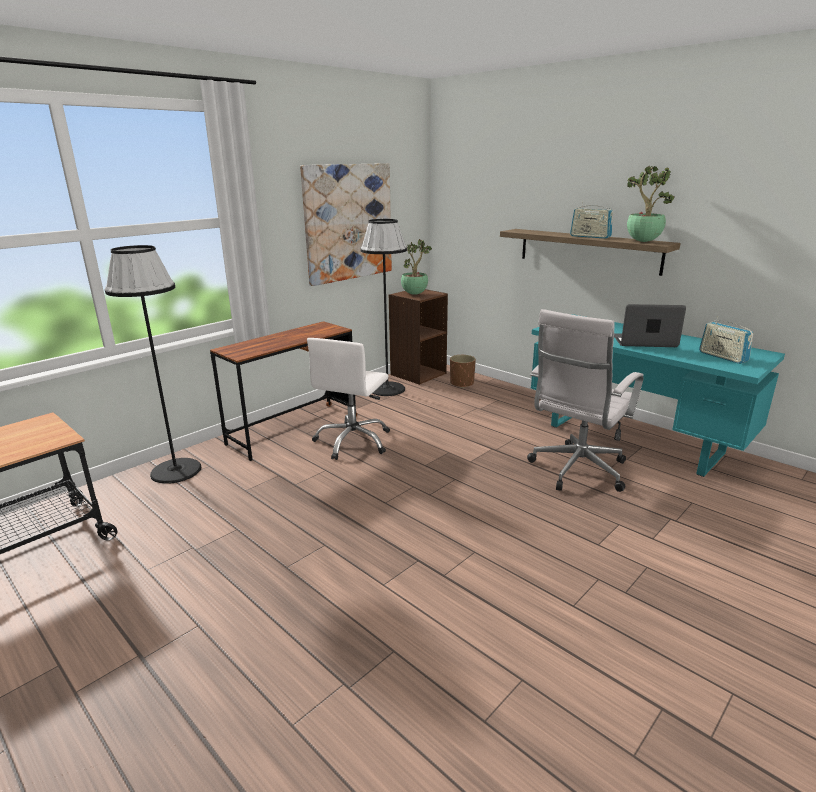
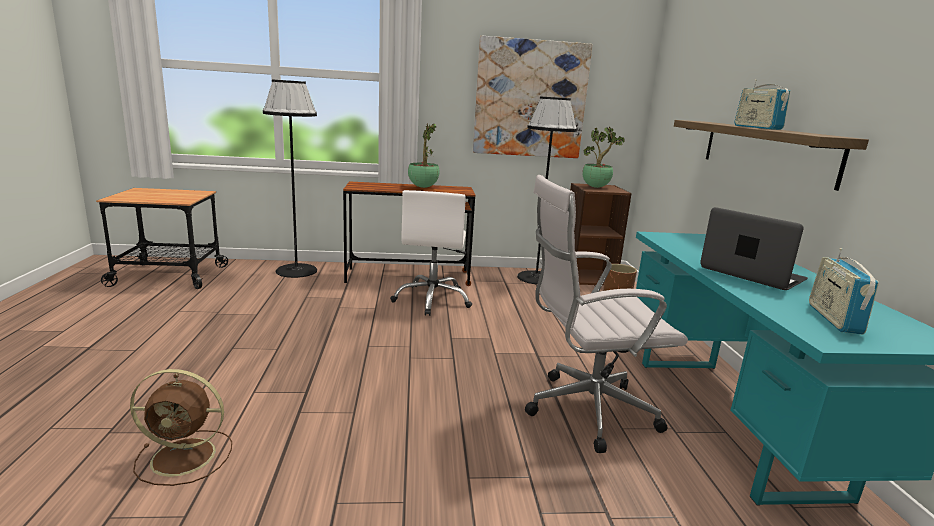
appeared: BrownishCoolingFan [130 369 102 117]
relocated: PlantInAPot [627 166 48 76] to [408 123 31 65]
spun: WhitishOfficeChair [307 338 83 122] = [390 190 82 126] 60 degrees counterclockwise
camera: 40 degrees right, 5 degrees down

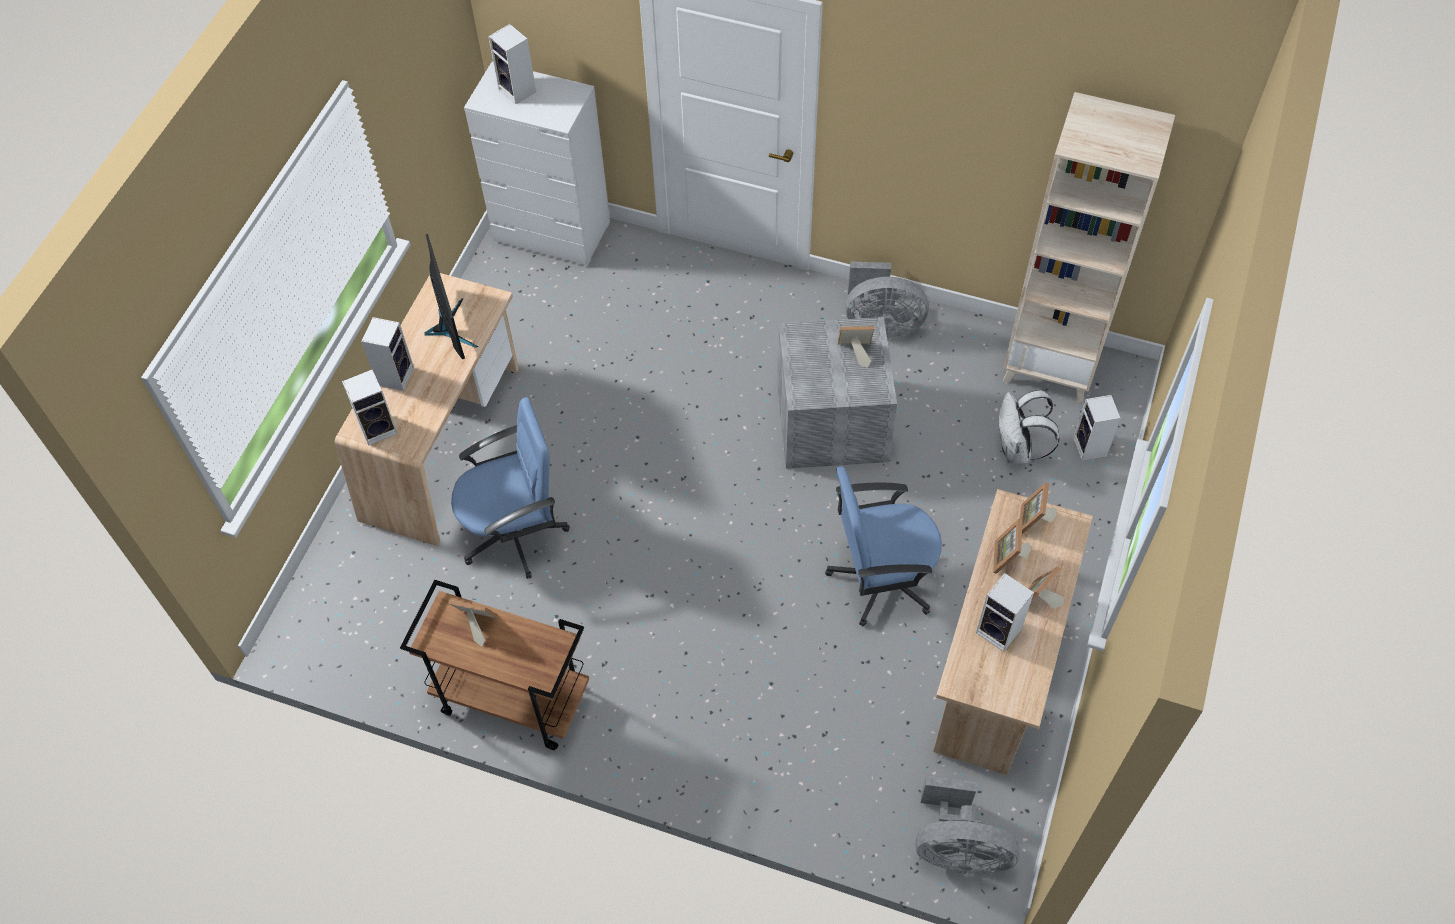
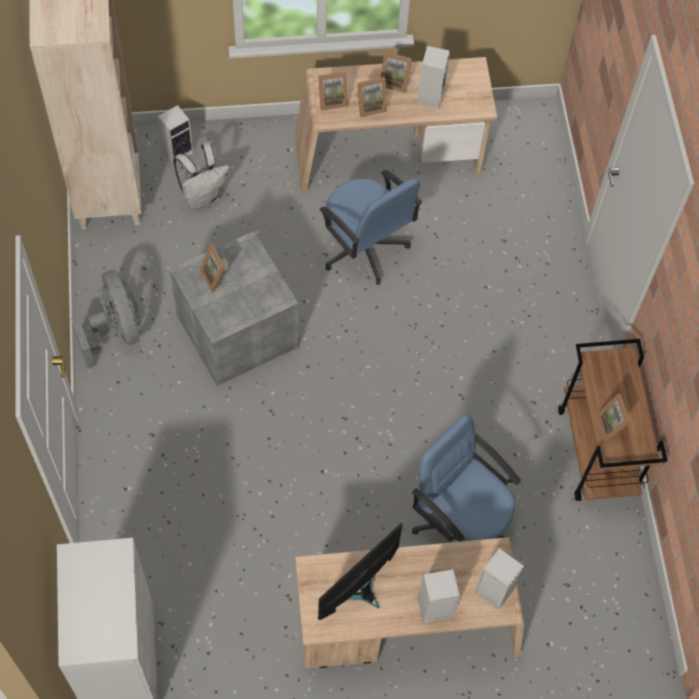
missing: Loudspeaker [488 24 48 80]; GreyishCoolingFan [915 776 105 98]
camera: 120 degrees left, 5 degrees up

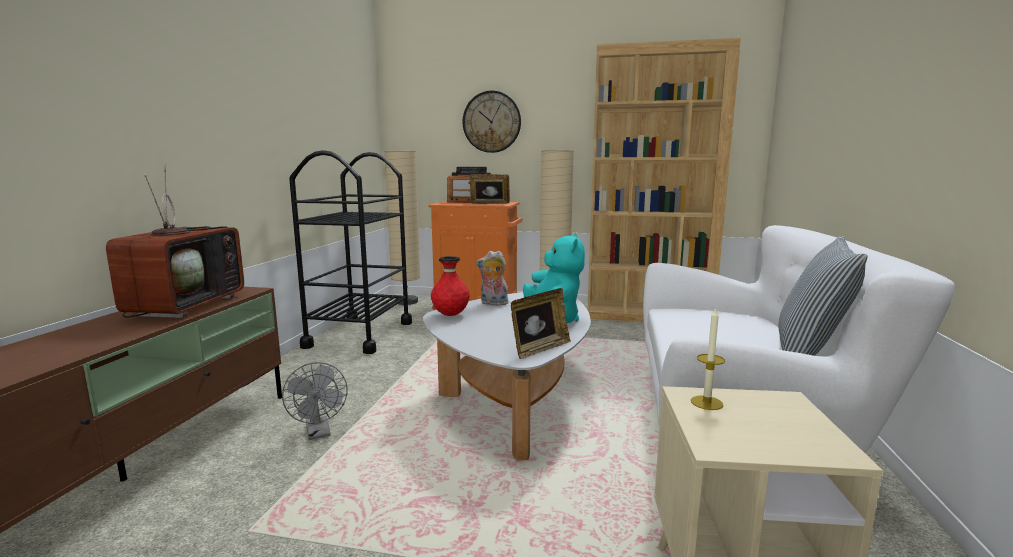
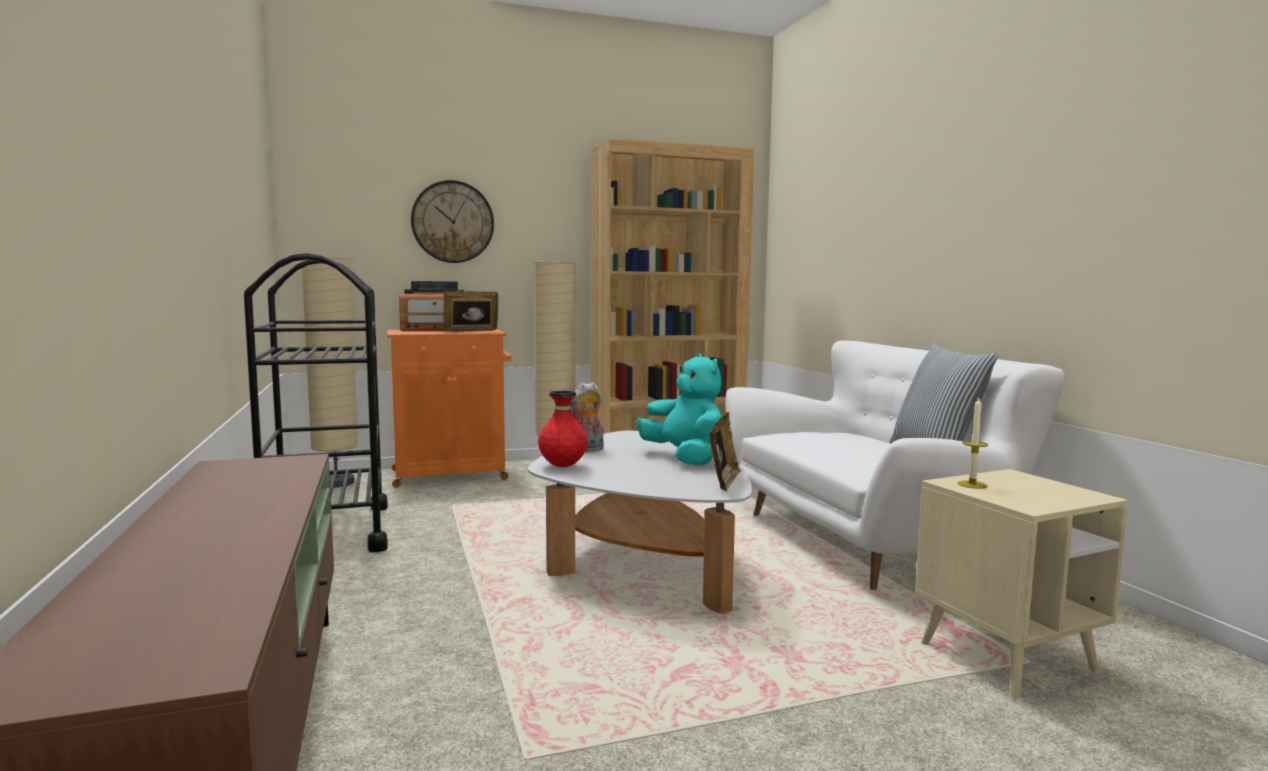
missing: TvSet [106 165 138 153]; GreyishCoolingFan [282 362 66 78]
camera: 30 degrees left, 5 degrees down

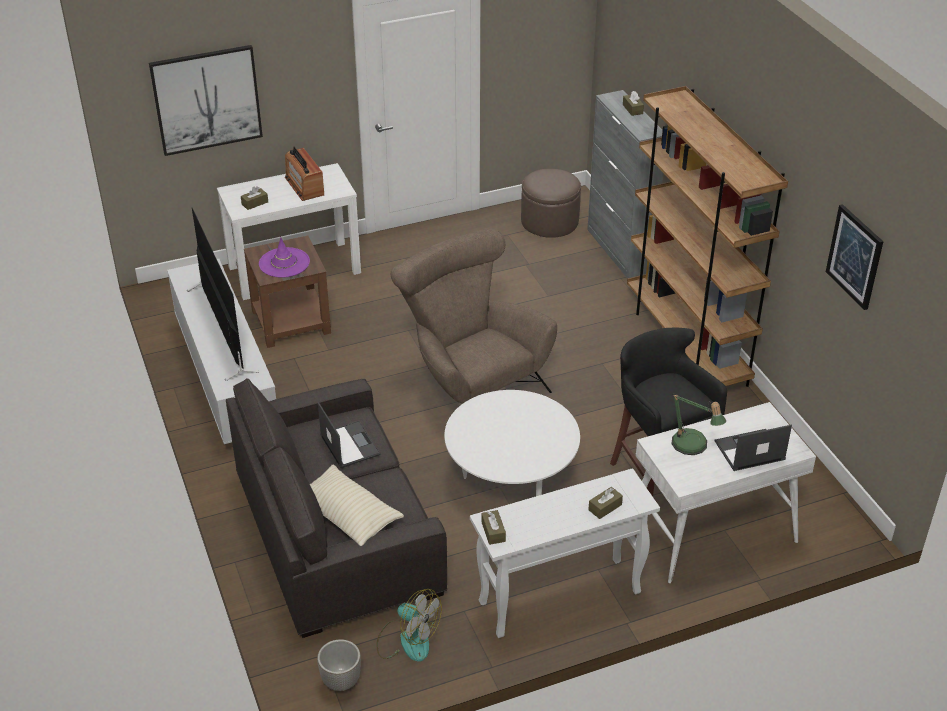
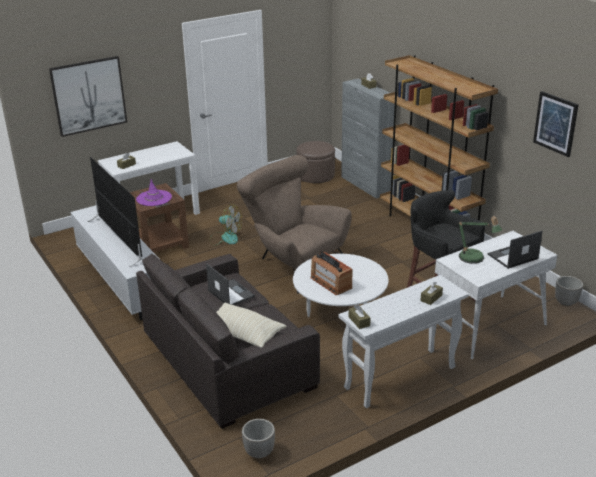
appeared: FlowerPot [555 276 28 30]
relocated: RadioReceiver [285 147 39 54] to [311 251 42 44]; CoolingFan [376 589 66 73] to [209 204 33 41]
camera: 10 degrees left, 10 degrees down

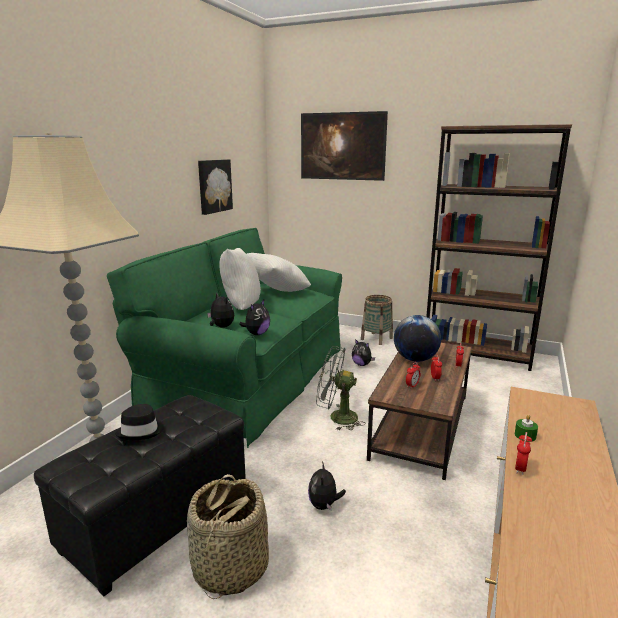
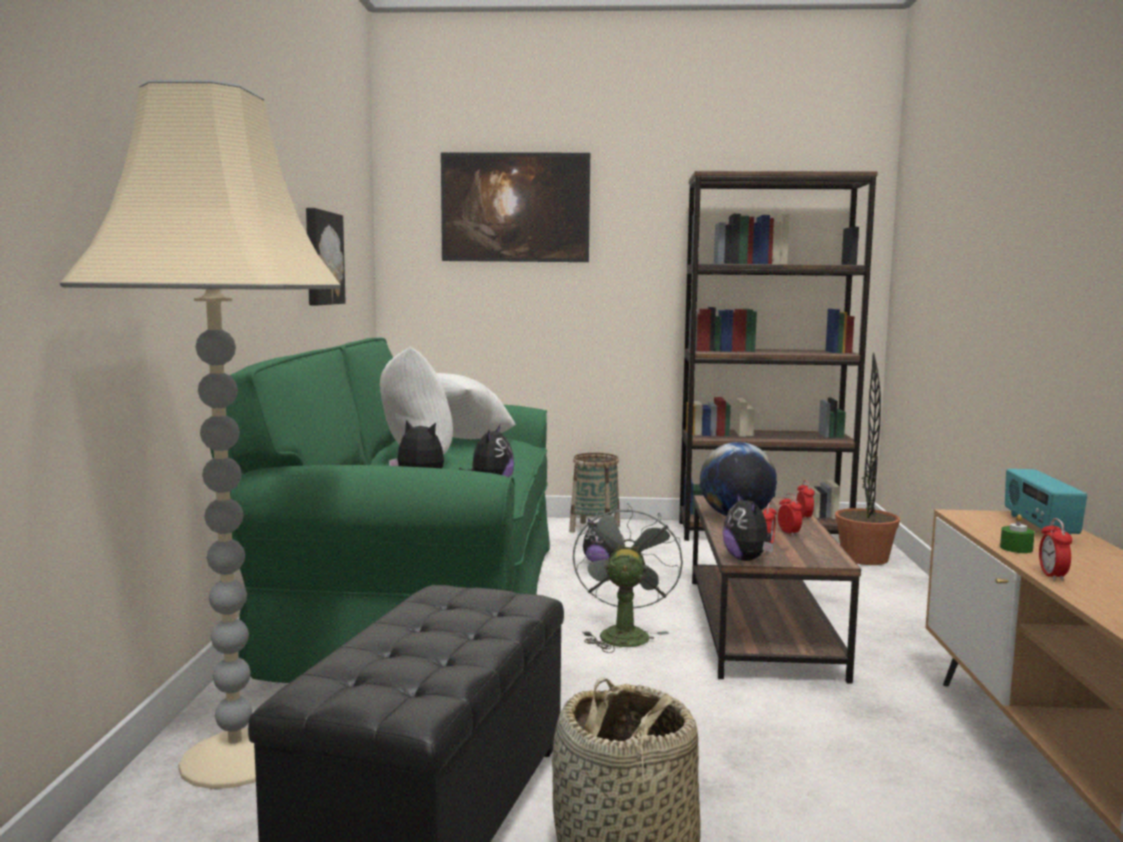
missing: BlackWearableHat [115 404 49 36]
appeared: PlantInAPot [835 352 65 213]; RadioReceiver [1005 469 82 66]
relocated: PlushToy [308 461 38 50] to [723 492 51 69]
spun: GreyishCoolingFan [316 346 50 84] = [573 503 110 150] 105 degrees clockwise
camera: 20 degrees left, 10 degrees down

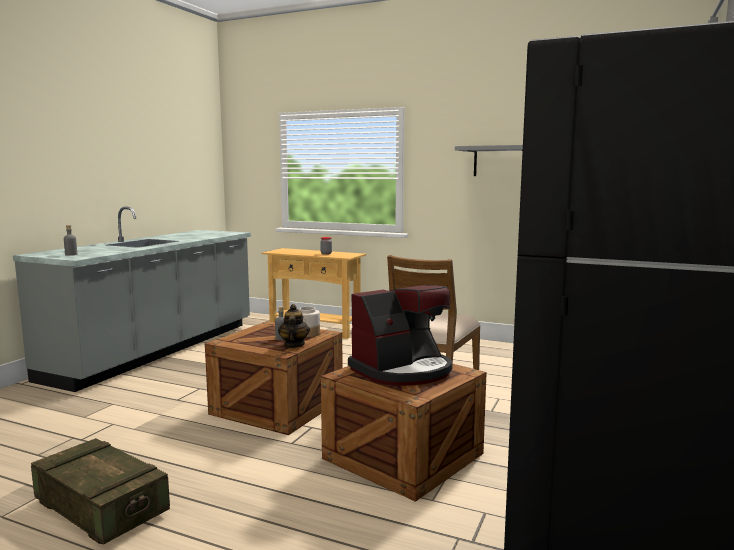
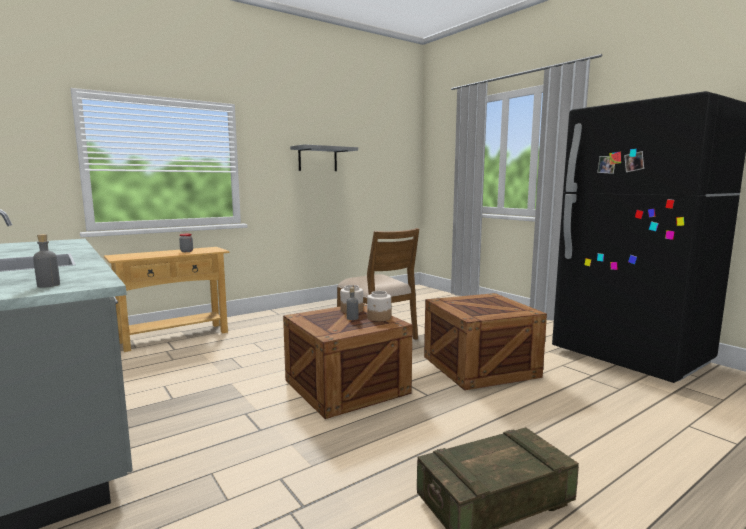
missing: CoffeeMaker [348 285 105 101]
exchanged: PotForTea [278 304 32 44] to Jar [367 291 24 30]
camera: 60 degrees left, 0 degrees up

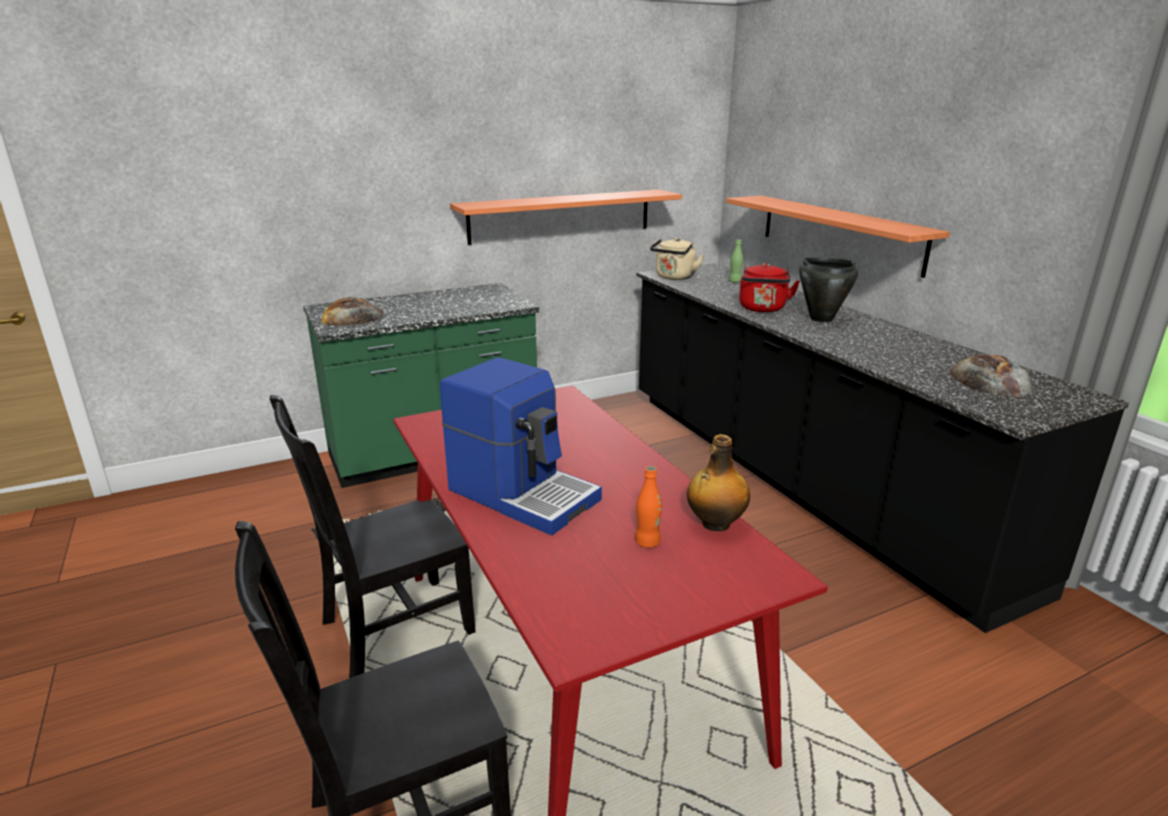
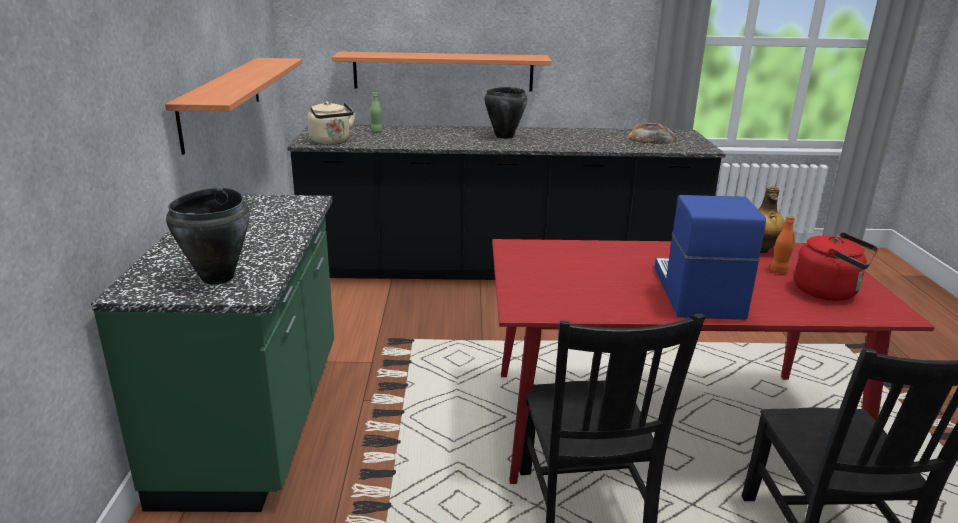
relocated: RedKettle [739 263 61 49] to [794 232 84 69]
exchanged: BakeryBread [321 297 64 29] to BlackSaucepot [166 187 84 98]
spun: CoffeeMaker [440 357 162 178] = [654 195 112 125] 60 degrees counterclockwise
camera: 65 degrees left, 0 degrees up

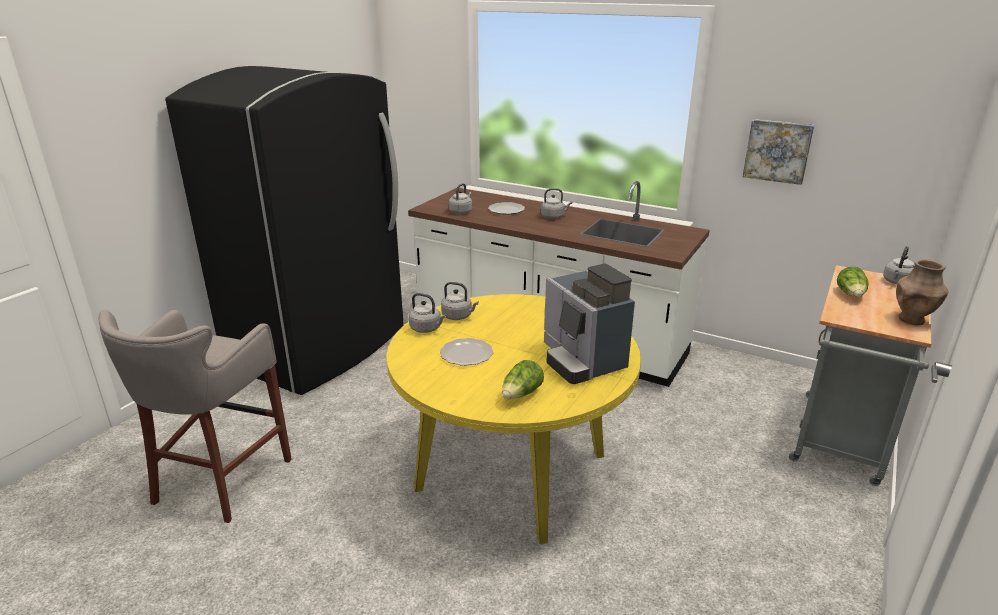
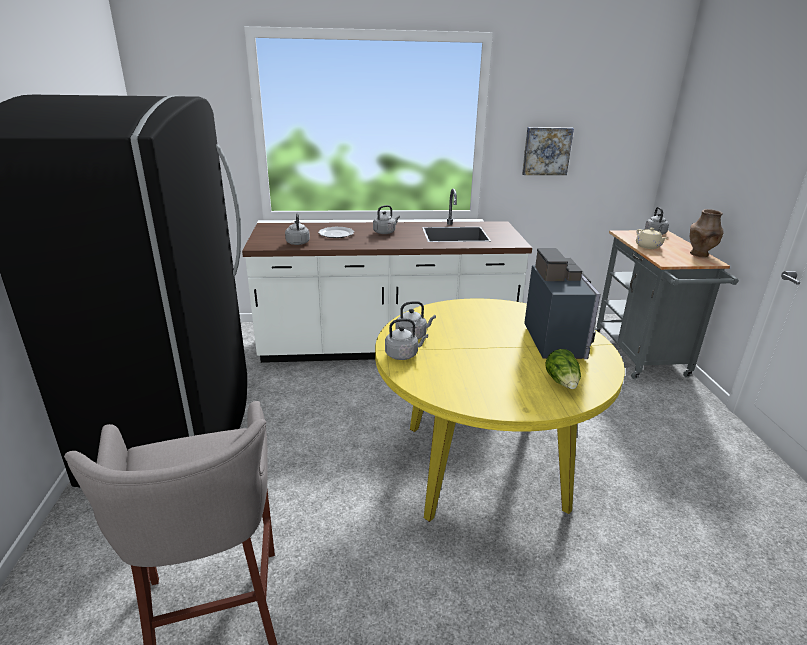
missing: FlatDish [440 338 54 28]
exchanged: LettuceHead [837 266 31 31] to BeigeColouredPotForTea [636 228 31 21]
spun: CoffeeMaker [544 264 91 120] = [524 248 77 111] 120 degrees counterclockwise
camera: 35 degrees left, 0 degrees up

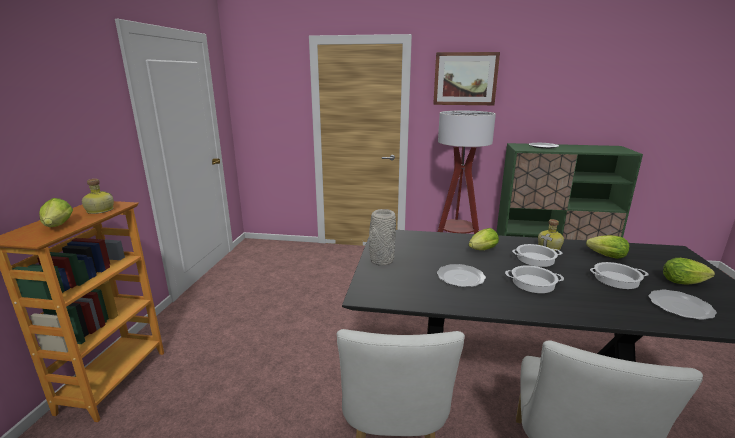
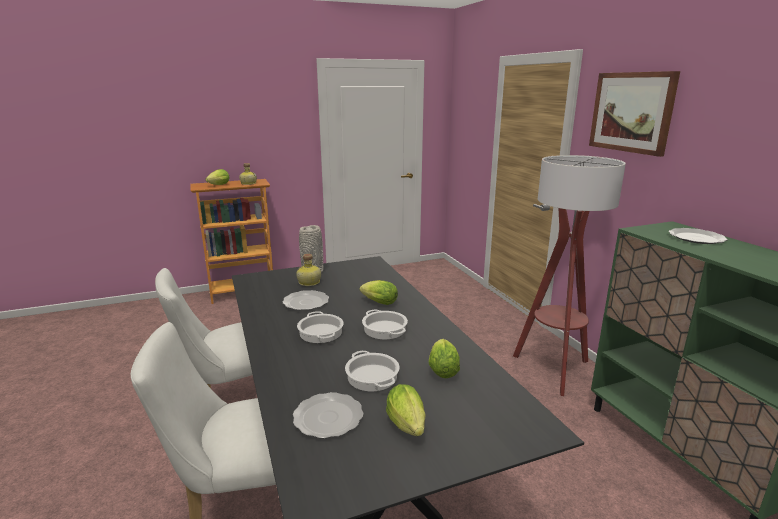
relocated: BeverageBottle [538 219 26 32] to [296 254 25 32]
camera: 60 degrees right, 0 degrees up

